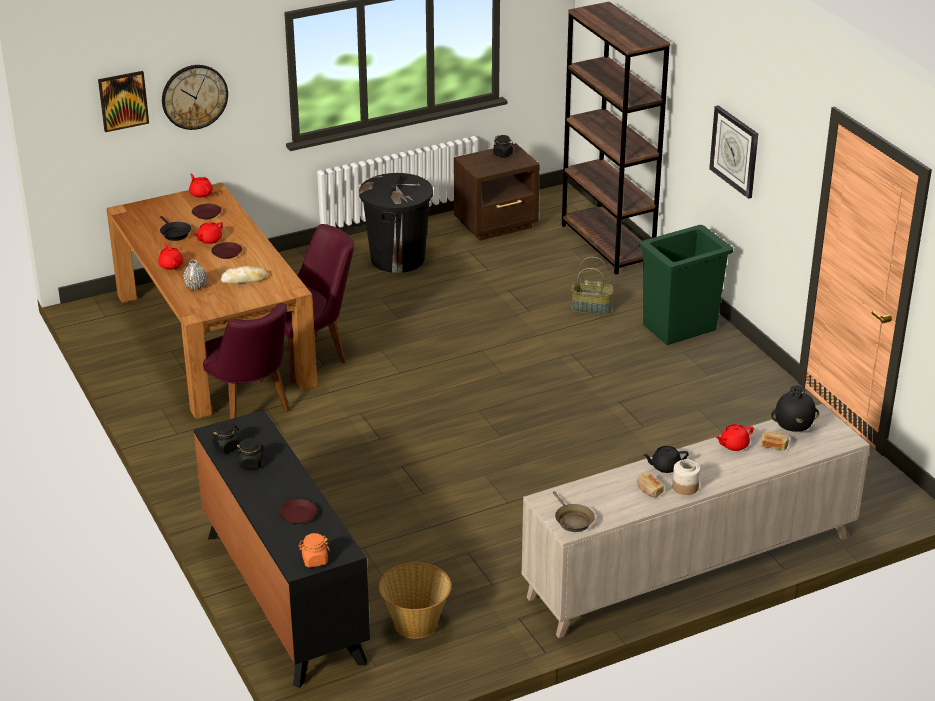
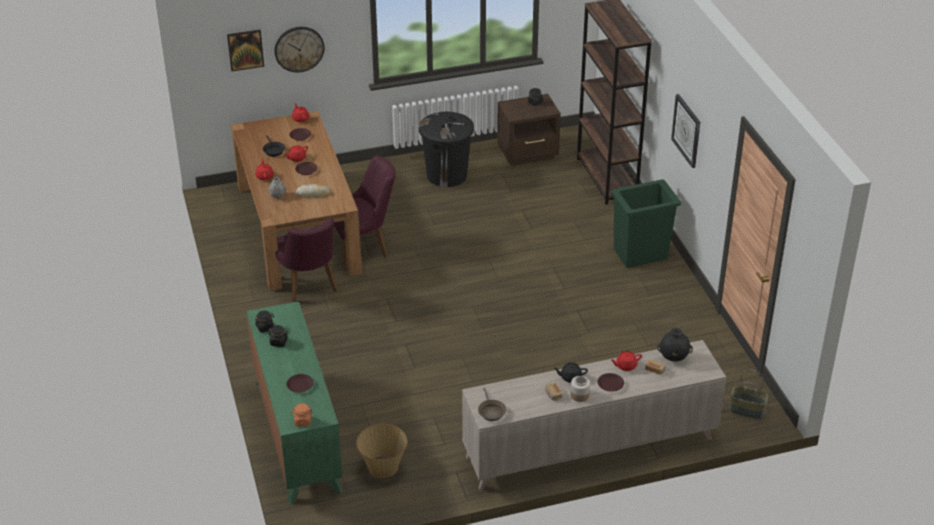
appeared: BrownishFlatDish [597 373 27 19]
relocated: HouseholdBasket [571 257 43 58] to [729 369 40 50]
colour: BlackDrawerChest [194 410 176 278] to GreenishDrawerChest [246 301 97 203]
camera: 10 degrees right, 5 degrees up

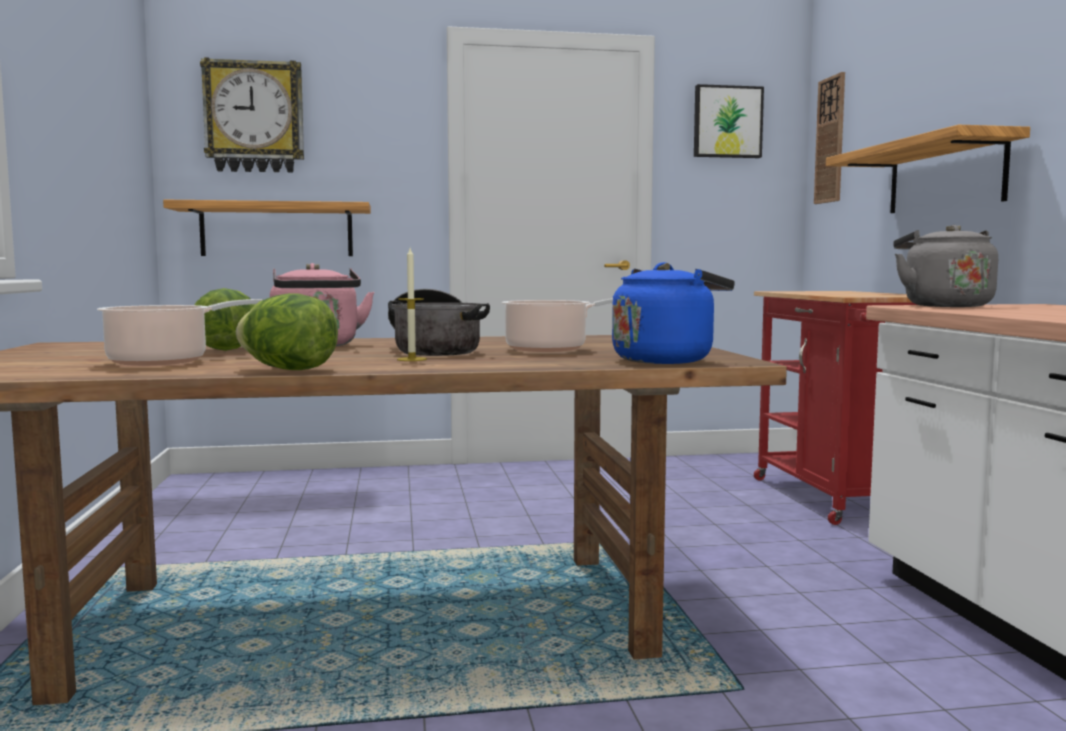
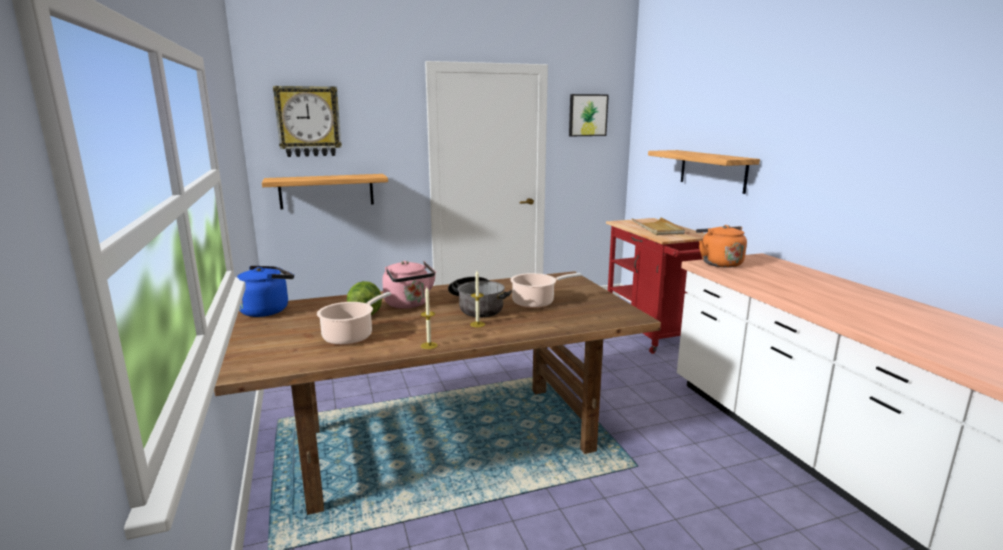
missing: WallClock [814 72 31 132]
appeared: BeigeColouredServingTray [632 218 53 17]
relocated: BlueKettle [612 262 123 102] to [237 266 57 51]
exchanged: LettuceHead [236 293 102 77] to Candle [421 287 17 62]
colour: GreyishKettle [893 225 105 82] to OrangeyKettle [696 225 51 43]
camera: 10 degrees left, 10 degrees up

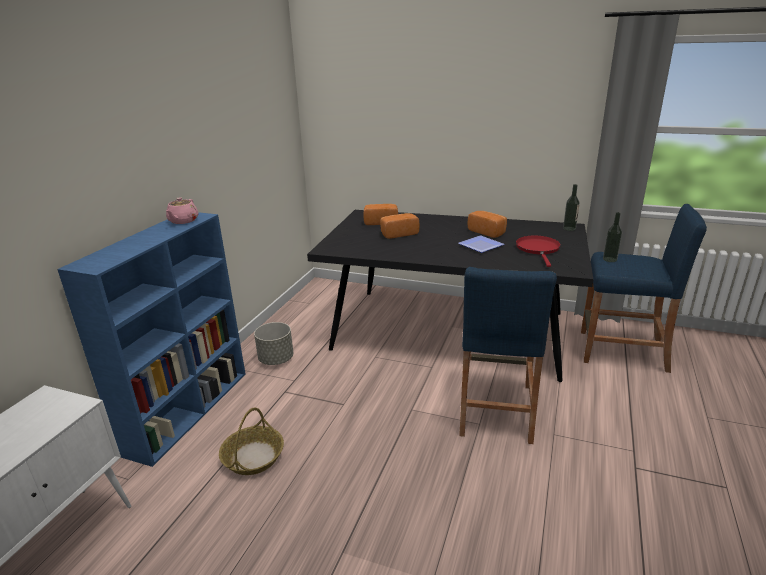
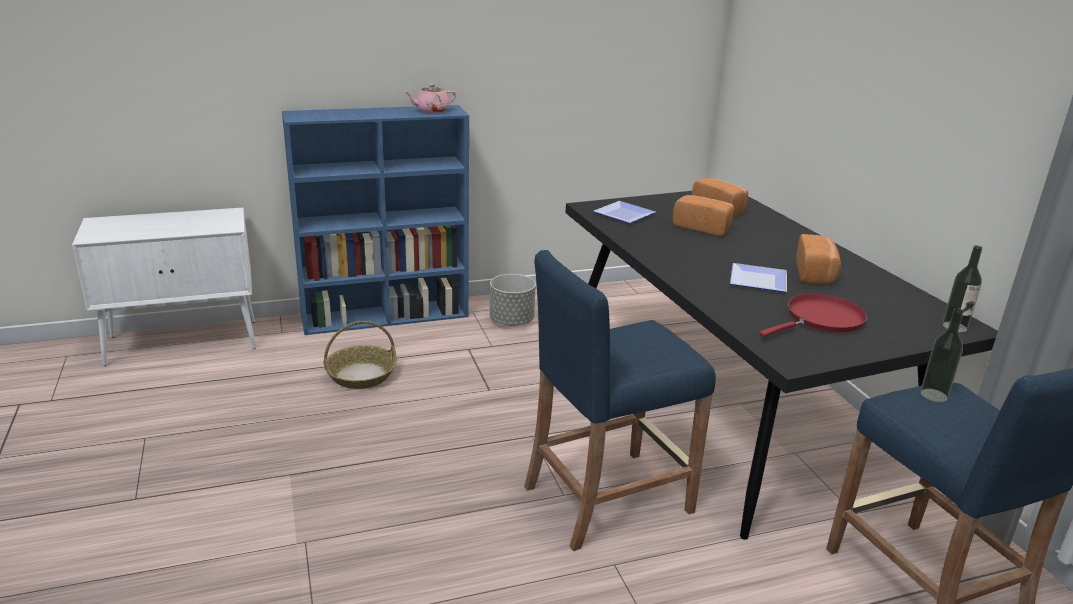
appeared: FlatDish [593 201 62 22]
camera: 50 degrees right, 0 degrees up

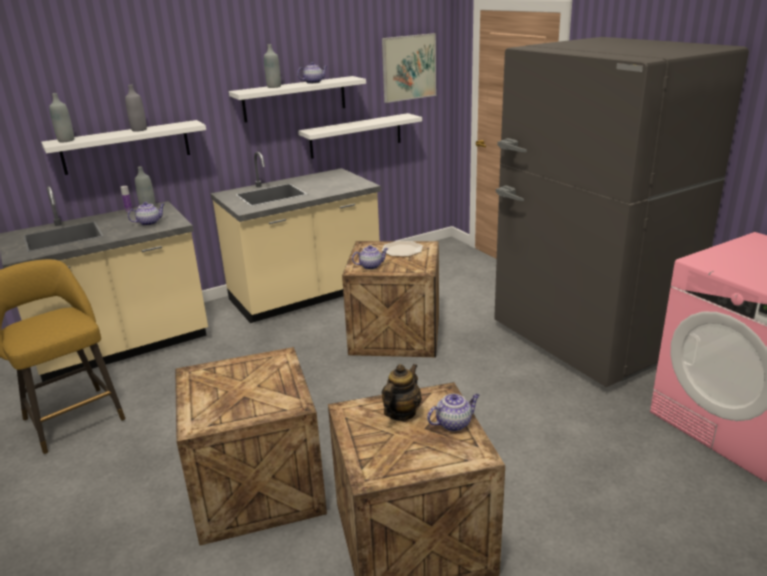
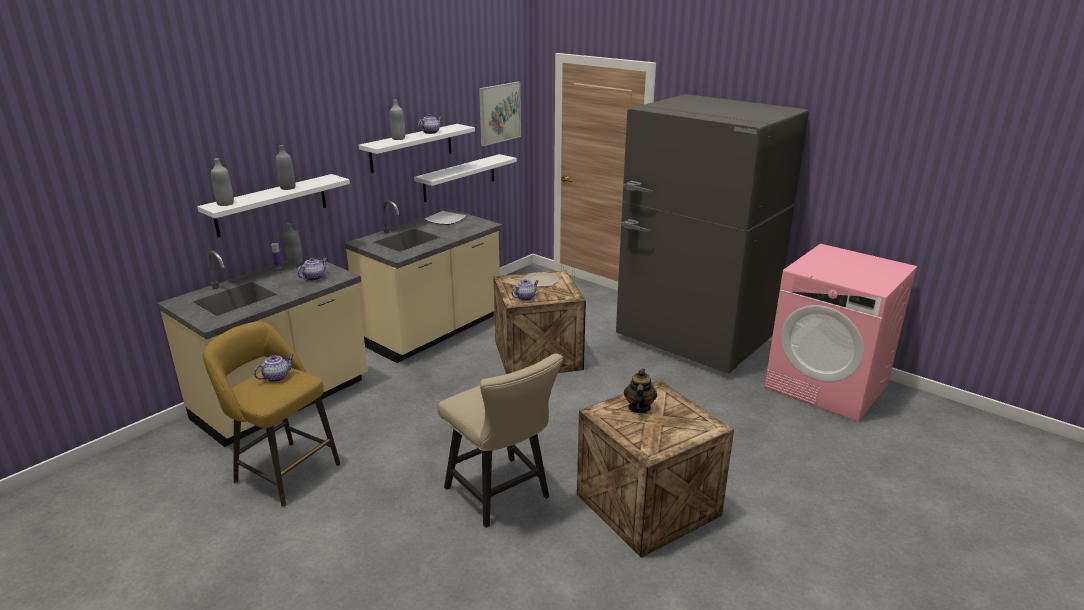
appeared: FlatDish [424 211 43 14]
relocated: PotForTea [427 394 53 37] to [254 354 40 28]
exchanged: Crate [175 347 152 199] to BeigeColouredPlainChair [437 354 126 174]
camera: 20 degrees left, 0 degrees up

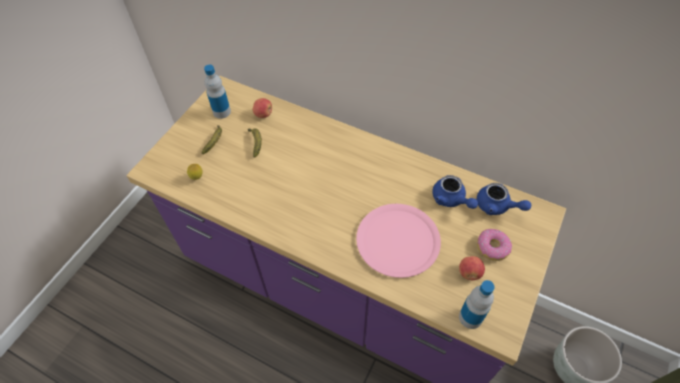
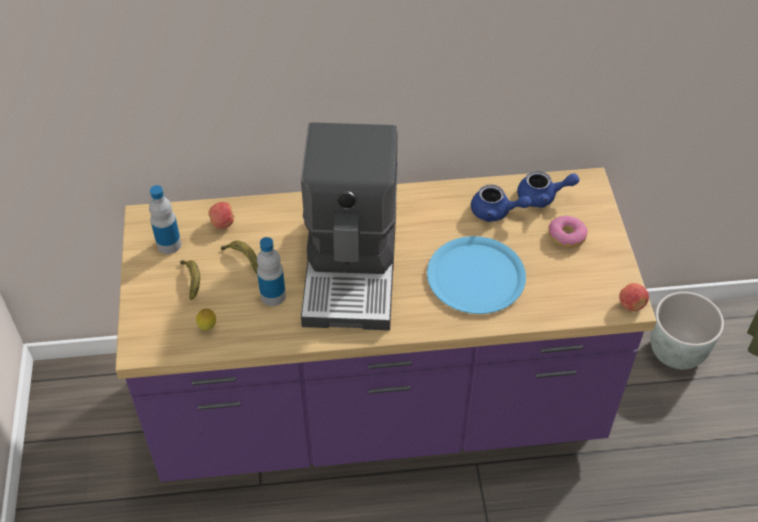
appeared: CoffeeMaker [301 122 97 208]
relocated: AppleFruit [459 256 26 24] to [619 283 30 28]; BeverageBottle [459 280 36 49] to [257 237 29 69]
colour: PinkFlatDish [356 204 85 74] to BlueFlatDish [427 236 99 78]
camera: 35 degrees left, 5 degrees down

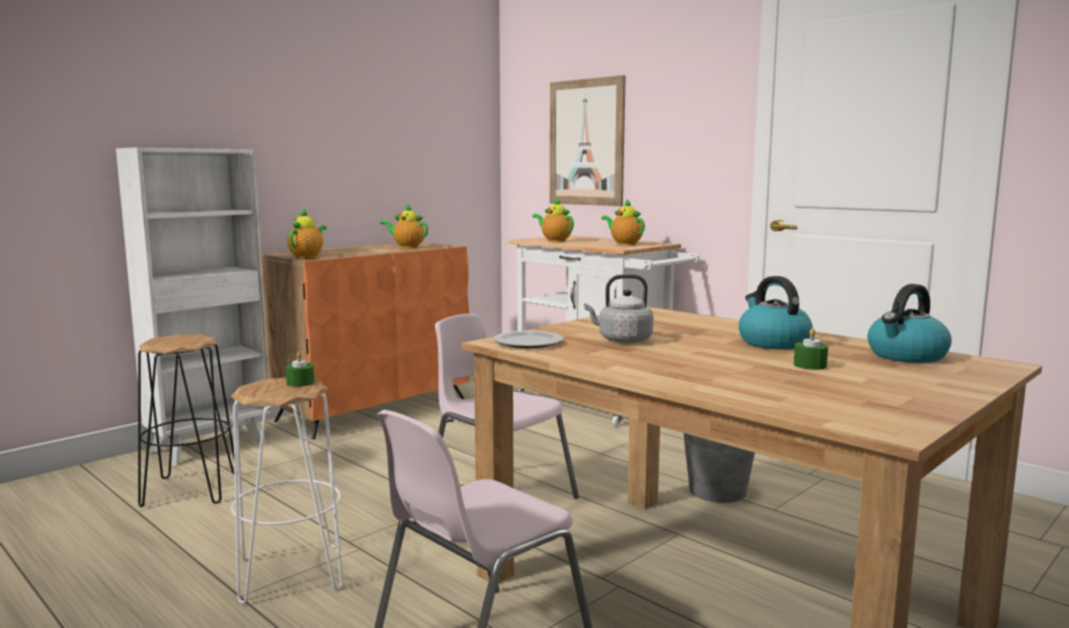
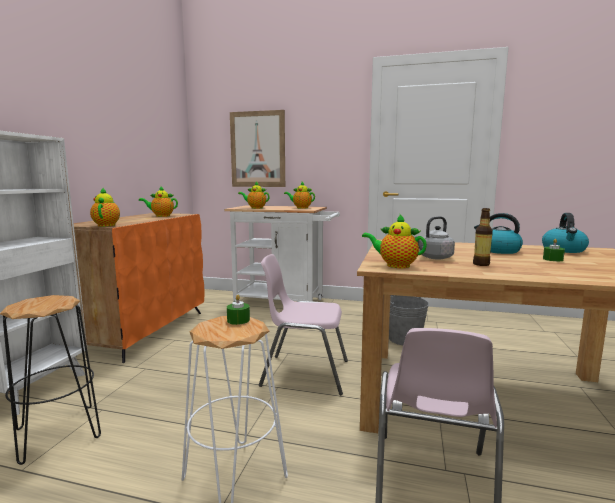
appeared: BeverageBottle [473 208 20 58]
exchanged: FlatDish [494 331 69 17] to PotForTea [362 214 65 54]
camera: 30 degrees left, 0 degrees up

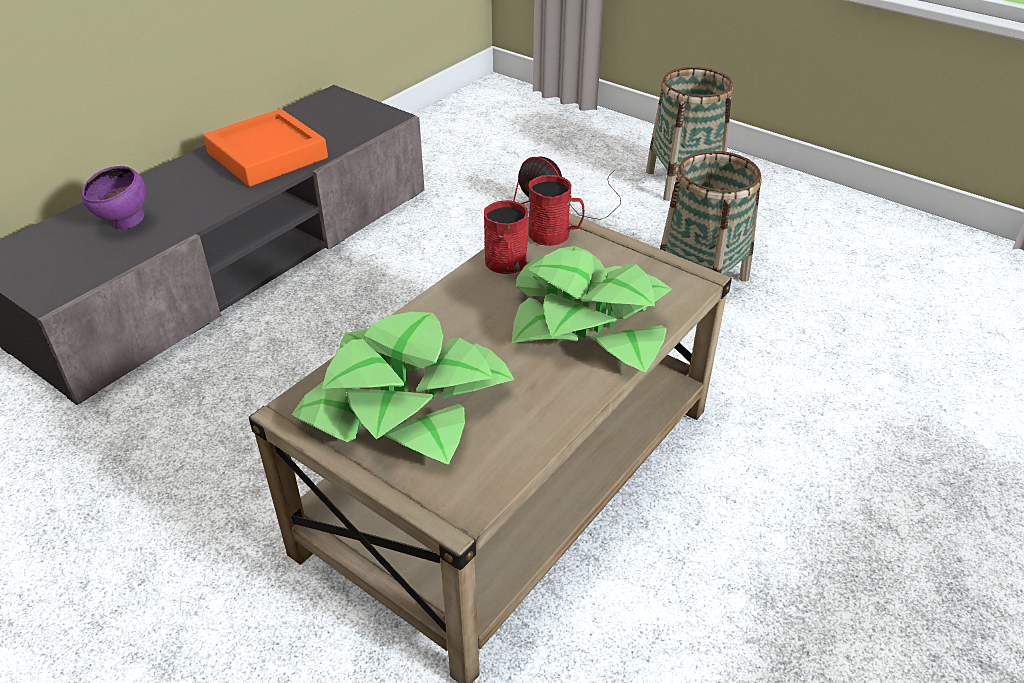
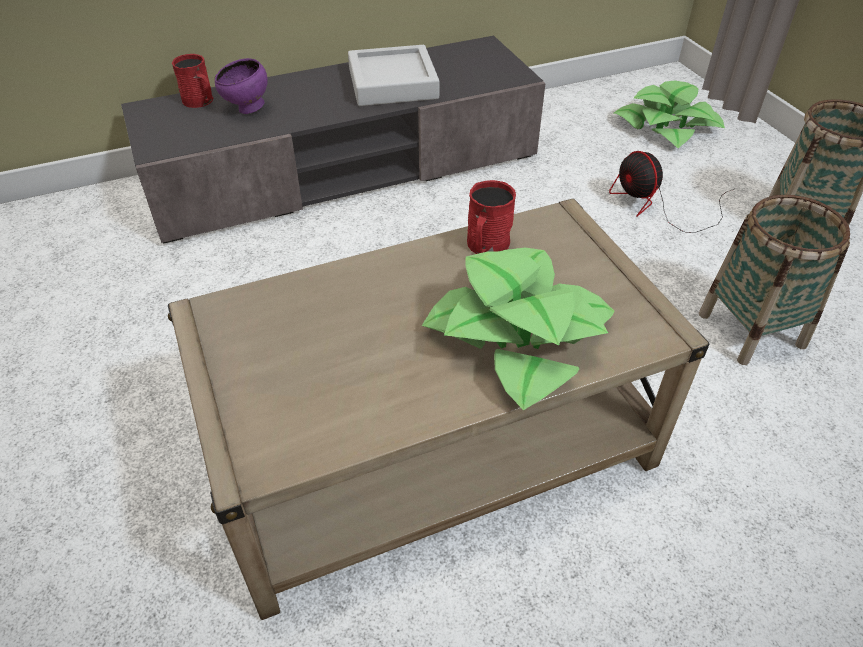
relocated: PlantInAPot [292 312 223 153] to [614 81 111 67]; RedTeaMug [528 175 56 71] to [172 54 41 54]
colour: OrangeyServingTray [203 109 125 78] to GreyishServingTray [348 45 91 61]
camera: 30 degrees right, 5 degrees up

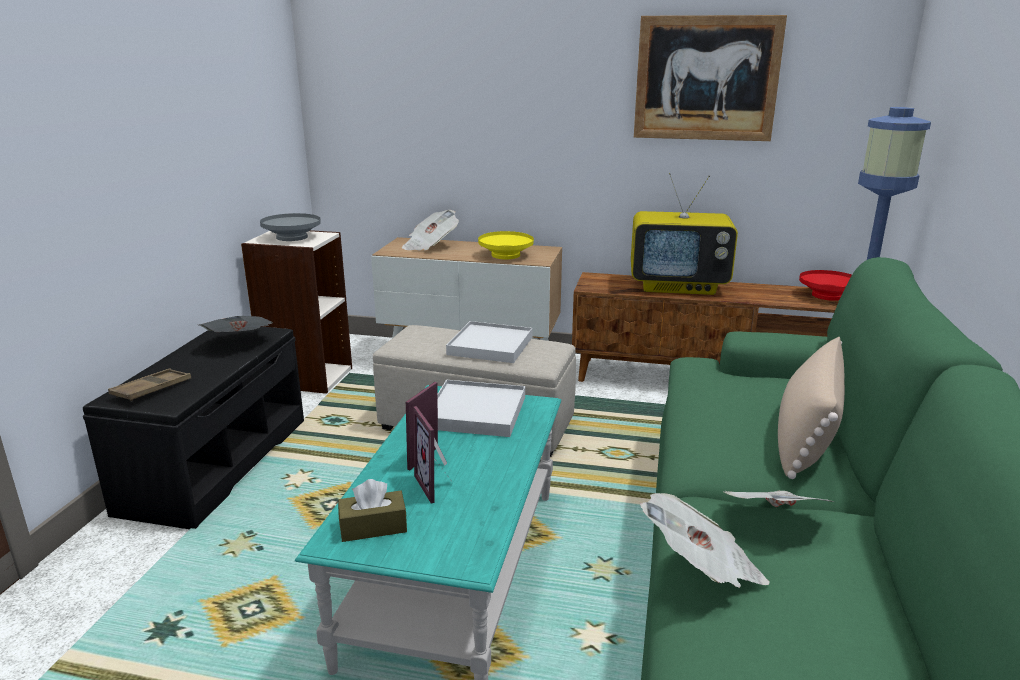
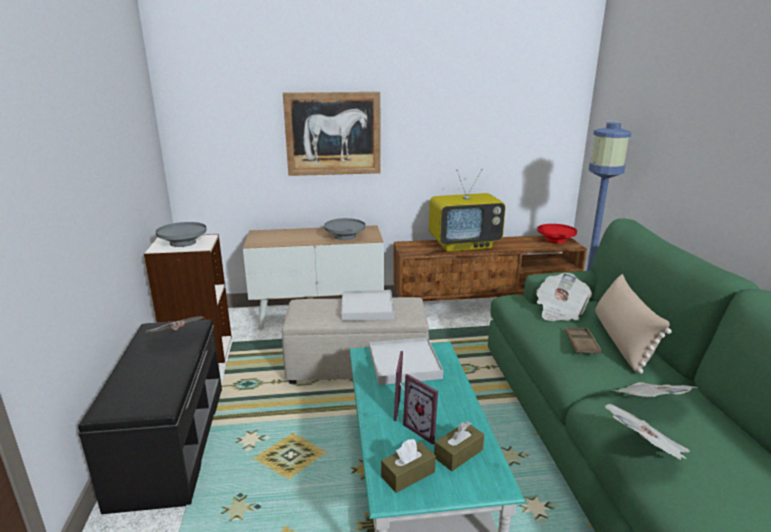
appeared: BrownishTissueHolder [434 421 50 50]
relocated: BrownishServingTray [108 369 83 33] to [565 327 36 28]; Newspaper [402 210 57 41] to [536 273 56 48]; WallPicture [634 15 153 126] to [283 92 98 84]
colour: YellowColouredDeepDish [478 231 56 29] to GreyishDeepDish [324 218 41 22]
camera: 20 degrees left, 0 degrees up

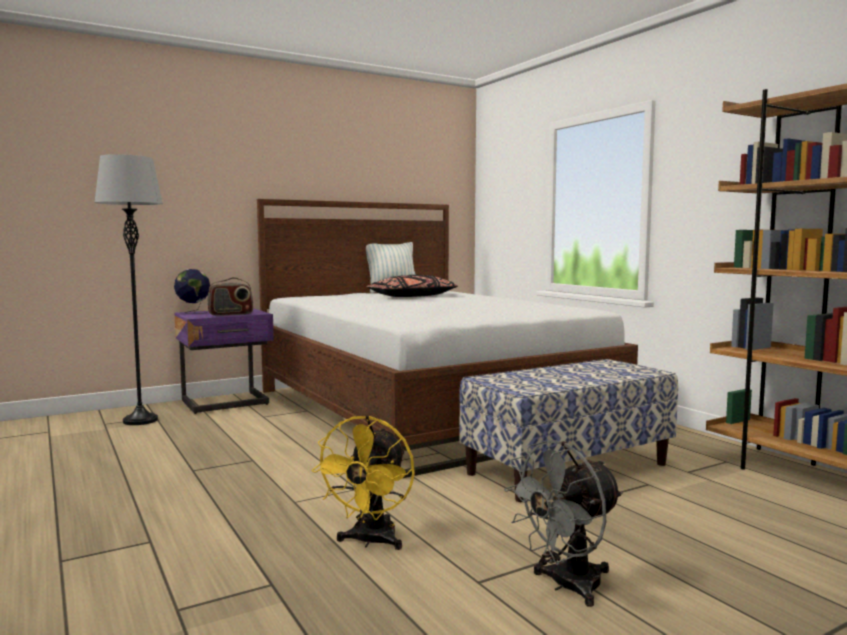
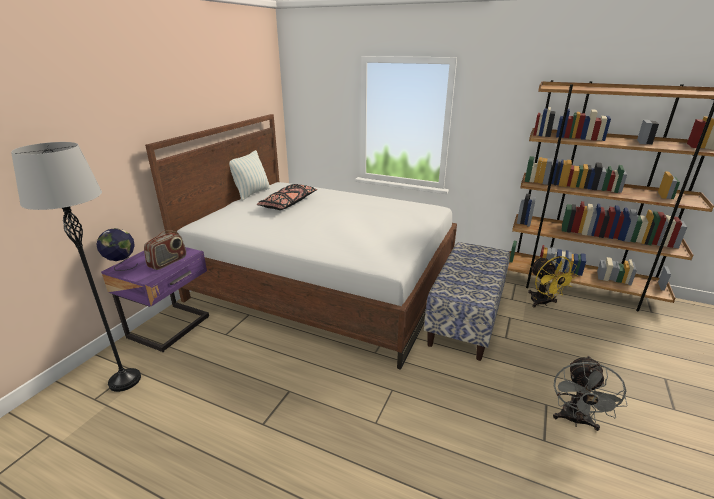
relocated: YellowColouredCoolingFan [311 415 104 135] to [528 256 50 52]
camera: 35 degrees left, 20 degrees up

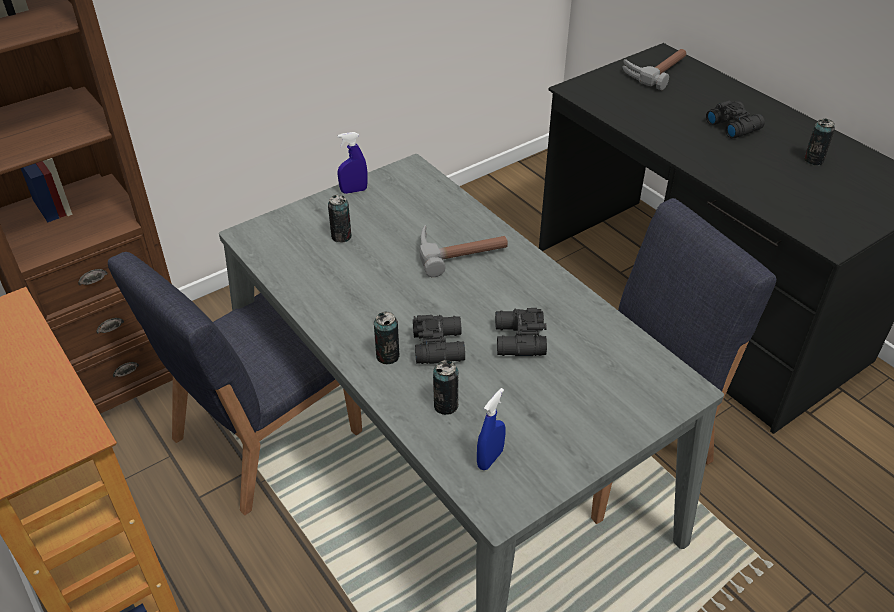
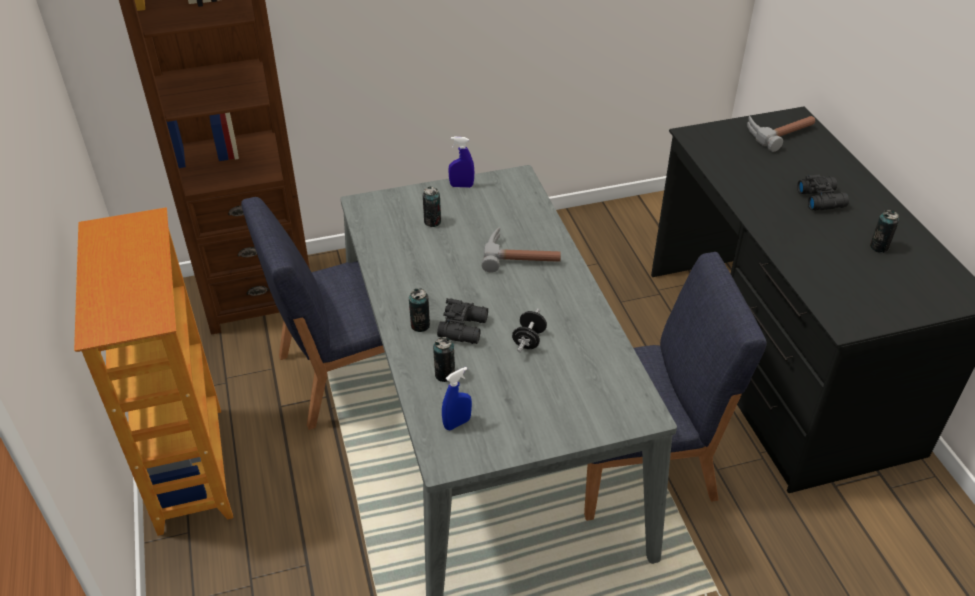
exchanged: BlackFieldGlasses [495 308 52 48] to BlackHandWeight [512 309 35 43]
camera: 20 degrees right, 0 degrees up

